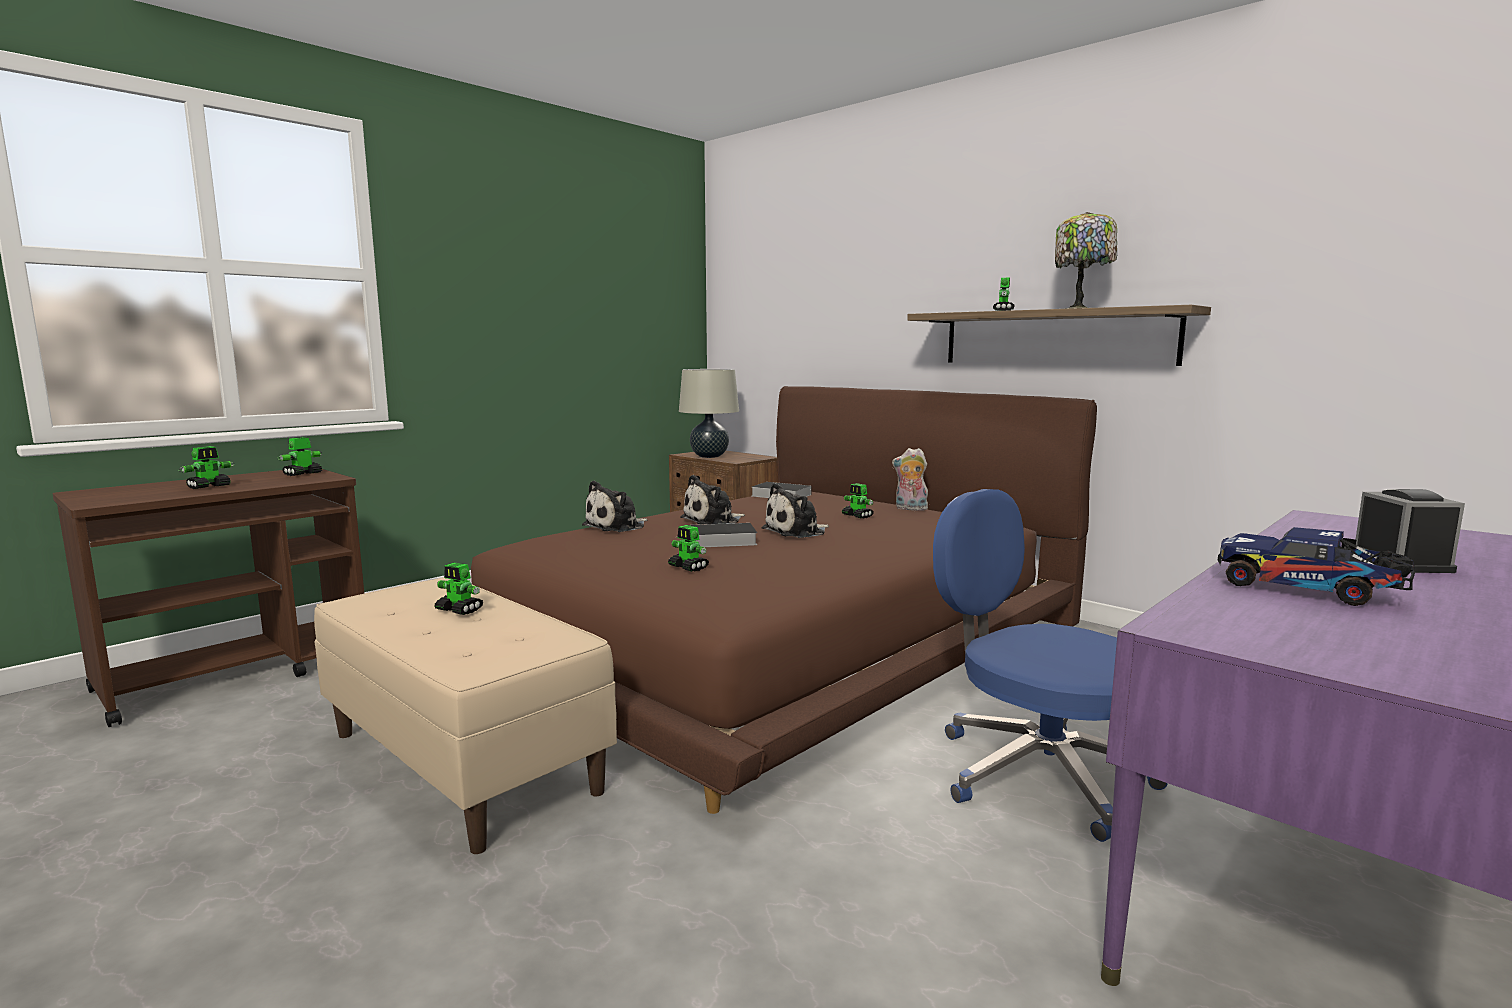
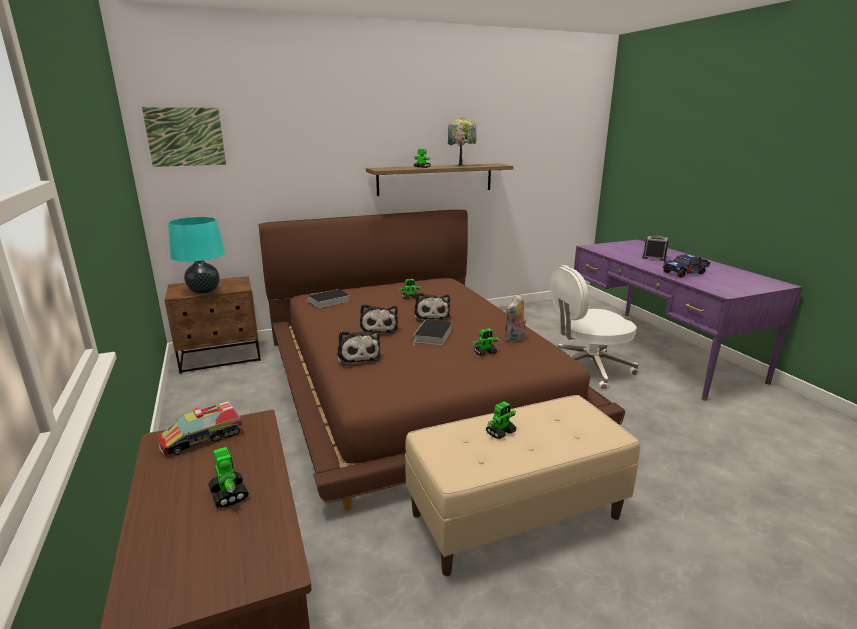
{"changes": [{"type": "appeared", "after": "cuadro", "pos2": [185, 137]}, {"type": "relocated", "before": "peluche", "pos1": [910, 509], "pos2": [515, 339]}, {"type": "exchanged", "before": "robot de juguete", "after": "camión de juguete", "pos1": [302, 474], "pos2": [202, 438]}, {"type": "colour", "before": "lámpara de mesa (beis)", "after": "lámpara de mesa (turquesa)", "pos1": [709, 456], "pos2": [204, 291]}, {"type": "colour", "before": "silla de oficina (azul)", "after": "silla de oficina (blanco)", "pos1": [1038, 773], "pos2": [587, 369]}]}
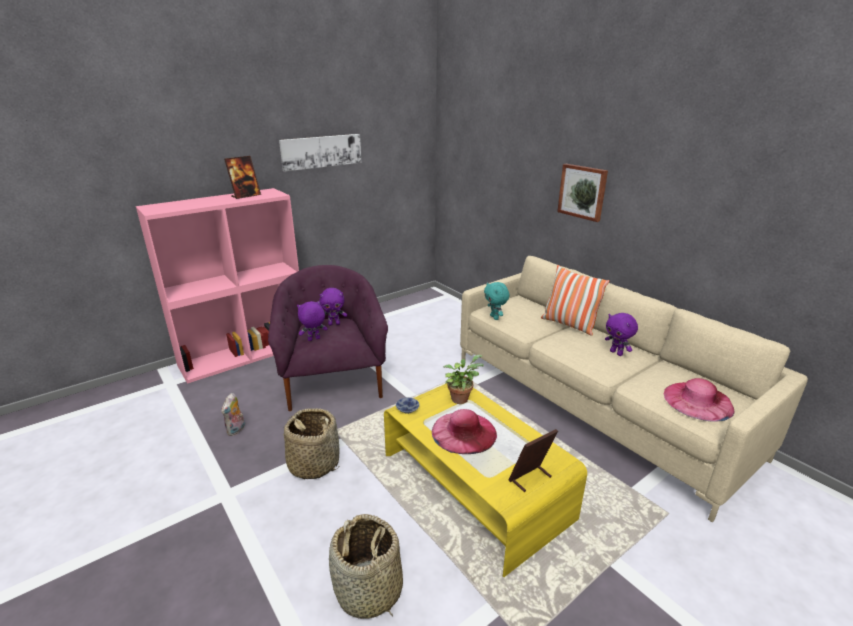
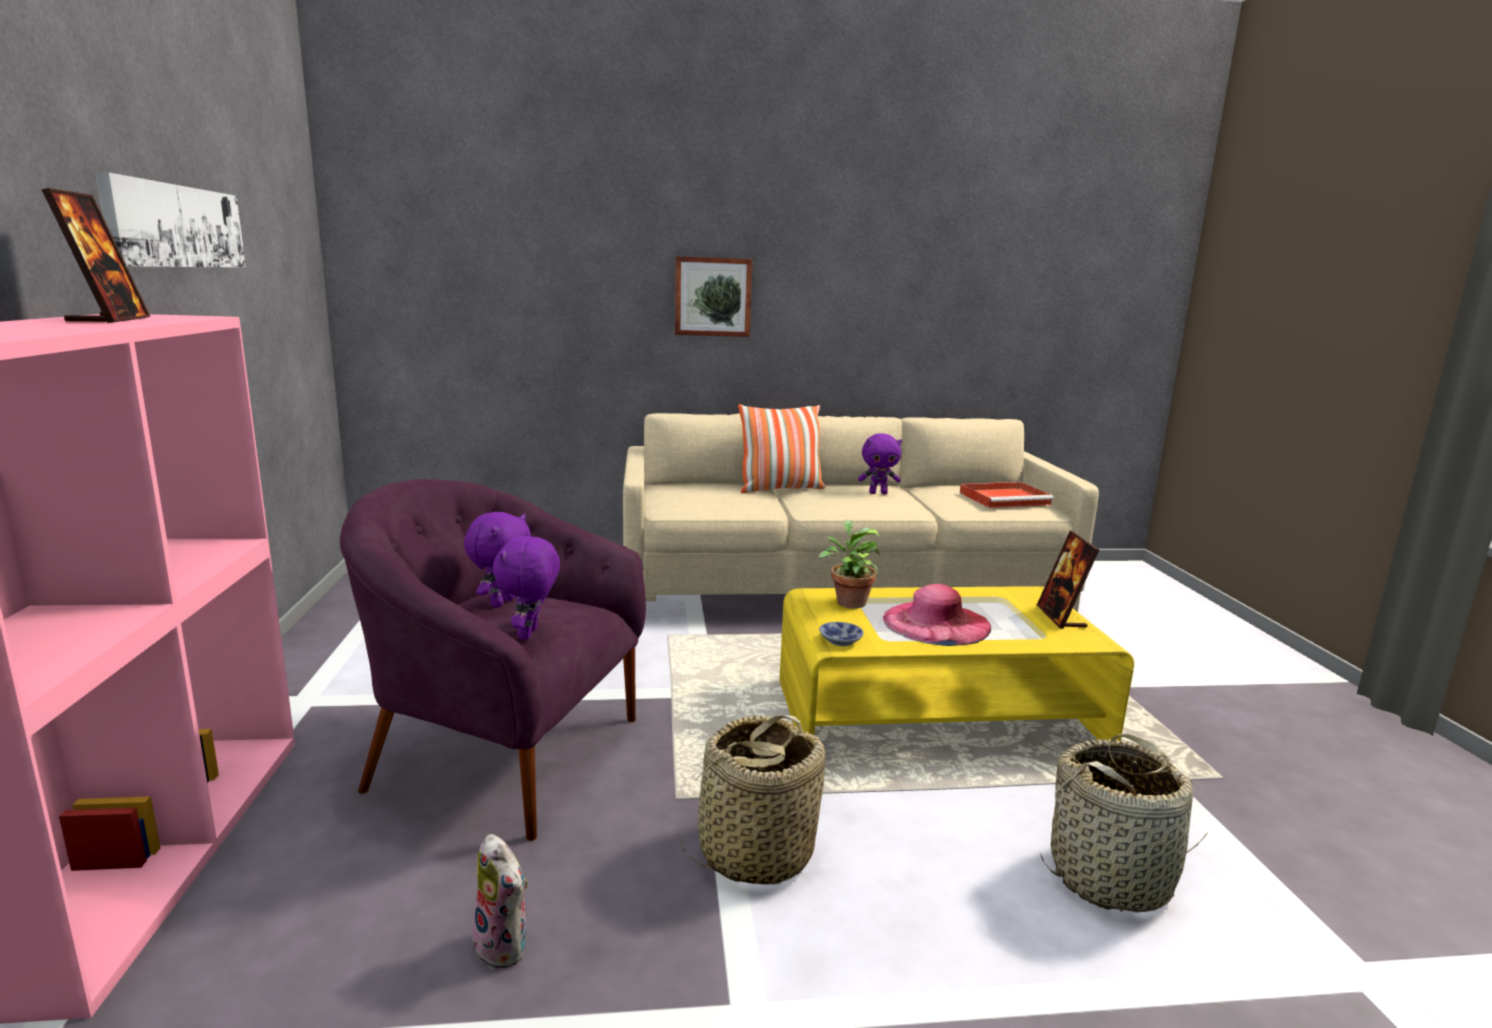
{"changes": [{"type": "missing", "before": "peluche (turquesa)", "pos1": [495, 317]}, {"type": "exchanged", "before": "sombrero (rosa)", "after": "bandeja (rojo)", "pos1": [698, 401], "pos2": [1005, 498]}]}
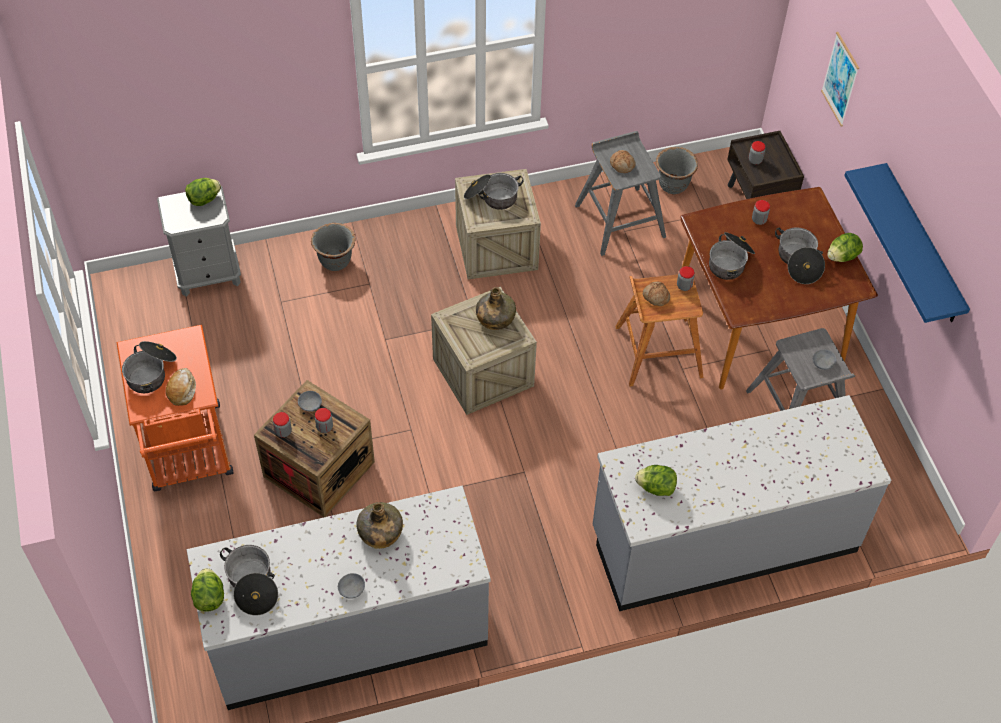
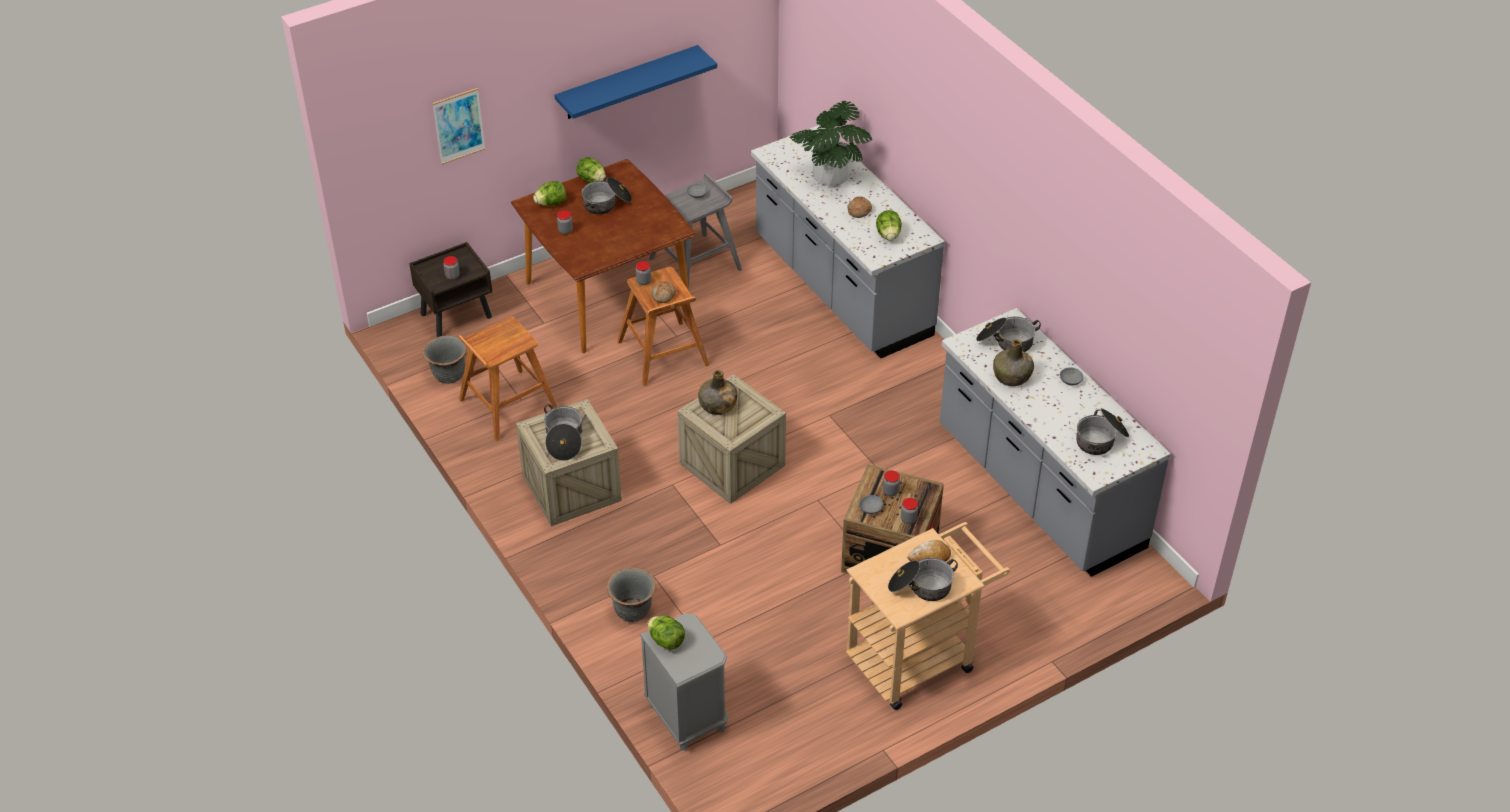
{"changes": [{"type": "appeared", "after": "planta en maceta", "pos2": [831, 177]}, {"type": "relocated", "before": "lechuga", "pos1": [209, 597], "pos2": [551, 203]}, {"type": "relocated", "before": "pan", "pos1": [622, 164], "pos2": [859, 210]}, {"type": "relocated", "before": "olla", "pos1": [730, 262], "pos2": [1006, 342]}, {"type": "colour", "before": "carrito (naranja)", "after": "carrito (beis)", "pos1": [189, 455], "pos2": [919, 657]}, {"type": "colour", "before": "taburete (gris)", "after": "taburete (marrón)", "pos1": [619, 220], "pos2": [507, 405]}]}
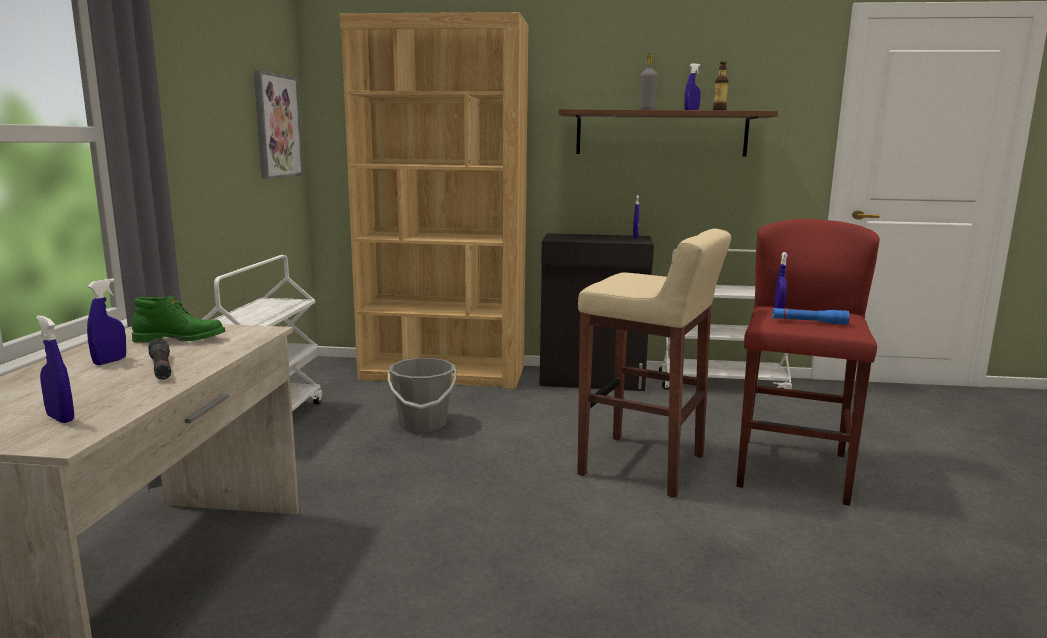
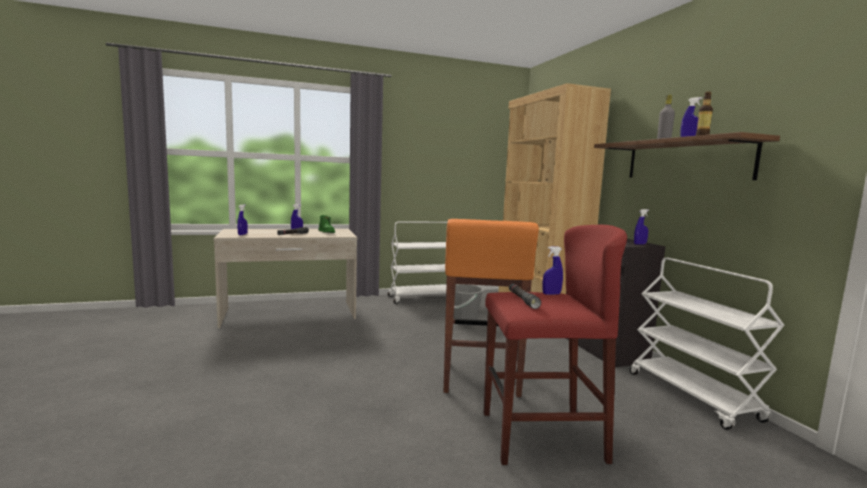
{"changes": [{"type": "missing", "before": "cuadro", "pos1": [276, 126]}, {"type": "colour", "before": "taburete (beis)", "after": "taburete (naranja)", "pos1": [644, 466], "pos2": [479, 379]}, {"type": "colour", "before": "linterna (azul)", "after": "linterna (negro)", "pos1": [809, 322], "pos2": [522, 300]}]}
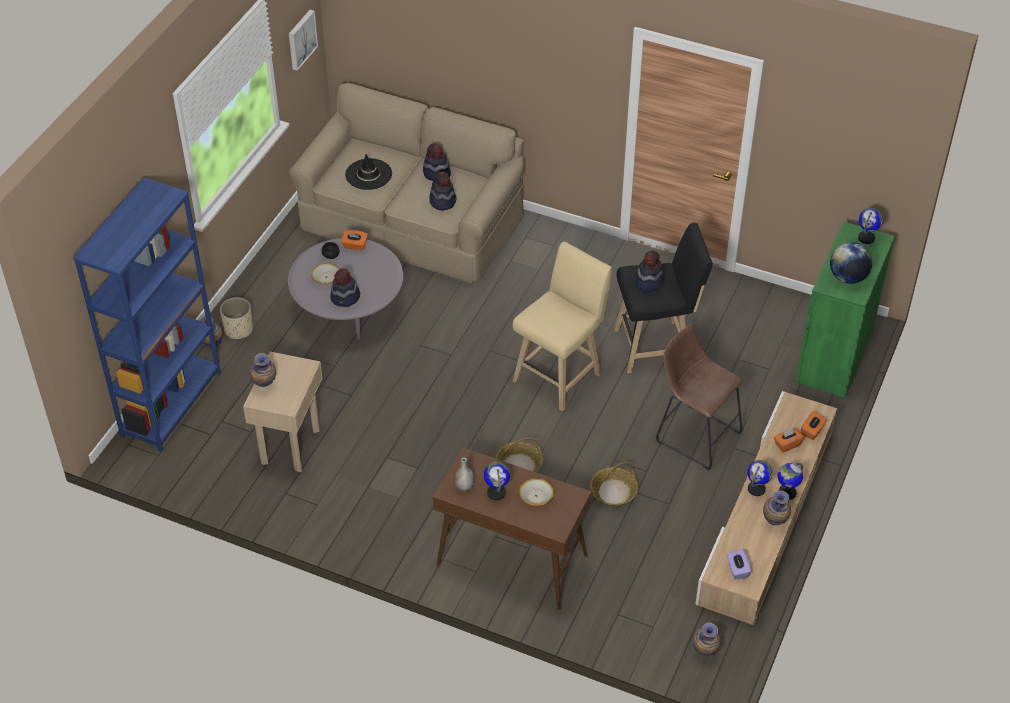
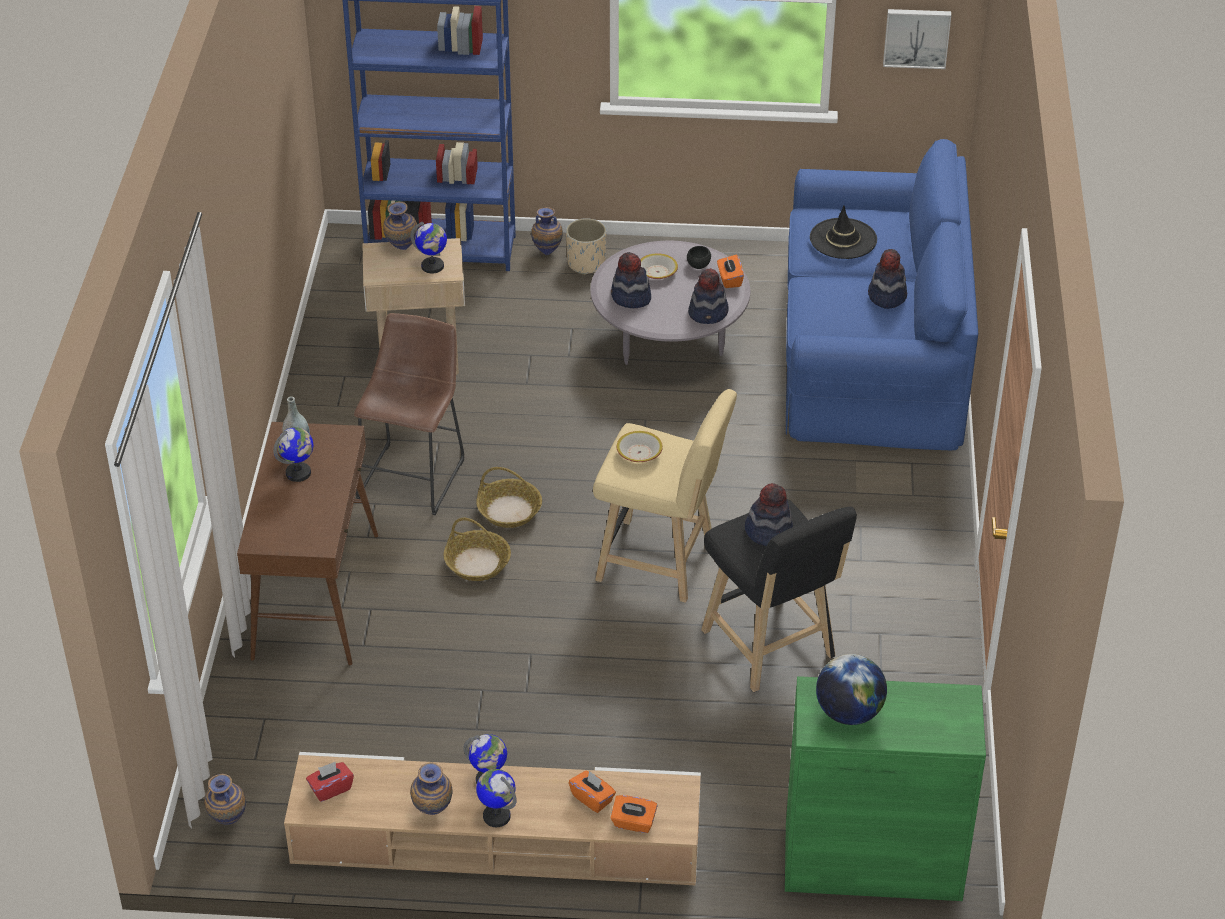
{"changes": [{"type": "relocated", "before": "sombrero", "pos1": [443, 201], "pos2": [708, 313]}, {"type": "relocated", "before": "cuenco", "pos1": [536, 496], "pos2": [639, 453]}, {"type": "relocated", "before": "cesta", "pos1": [613, 492], "pos2": [509, 511]}, {"type": "relocated", "before": "taburete (marrón)", "pos1": [694, 434], "pos2": [414, 474]}, {"type": "relocated", "before": "globo terráqueo", "pos1": [866, 238], "pos2": [432, 266]}, {"type": "colour", "before": "sofá (beis)", "after": "sofá (azul)", "pos1": [412, 221], "pos2": [871, 350]}, {"type": "colour", "before": "caja de pañuelos (morado)", "after": "caja de pañuelos (rojo)", "pos1": [737, 570], "pos2": [331, 789]}]}
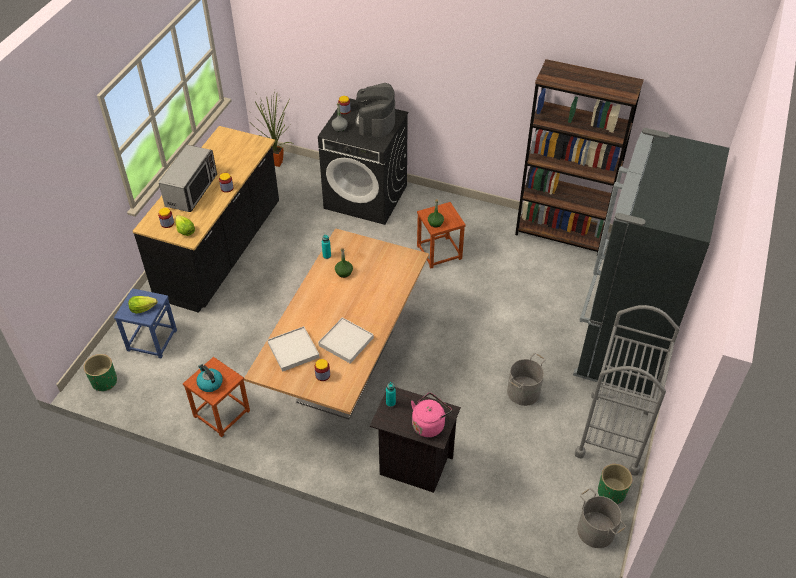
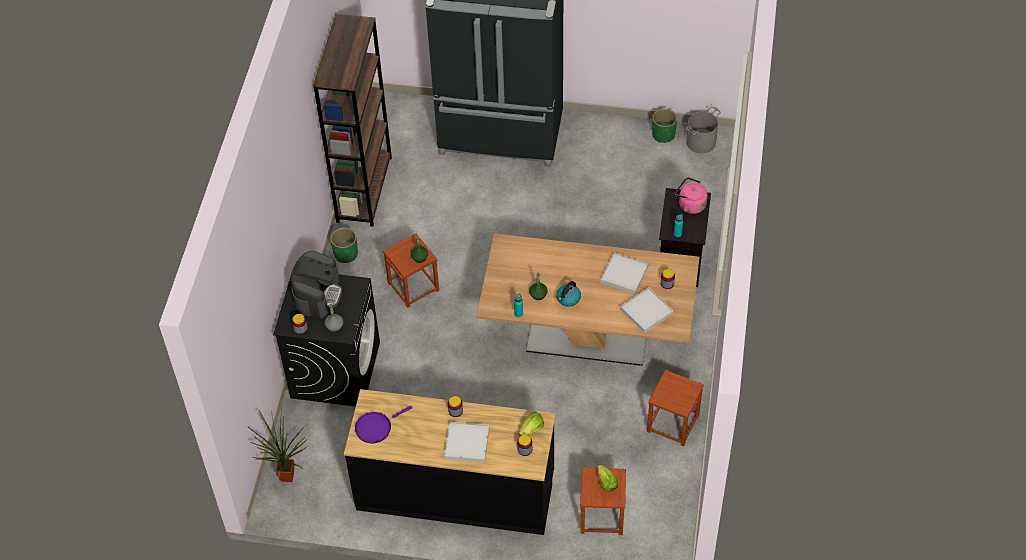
{"changes": [{"type": "missing", "before": "cubo (gris)", "pos1": [523, 391]}, {"type": "missing", "before": "carrito (gris)", "pos1": [614, 432]}, {"type": "appeared", "after": "sartén (morado)", "pos2": [376, 427]}, {"type": "relocated", "before": "maceta (verde)", "pos1": [104, 381], "pos2": [346, 254]}, {"type": "relocated", "before": "hervidor", "pos1": [210, 383], "pos2": [568, 299]}, {"type": "exchanged", "before": "microondas", "after": "bandeja (blanco)", "pos1": [192, 190], "pos2": [466, 443]}, {"type": "colour", "before": "taburete (azul)", "after": "taburete (marrón)", "pos1": [151, 340], "pos2": [601, 516]}, {"type": "spun", "before": "cafetera", "pos1": [376, 122], "pos2": [317, 294], "turn": -75}]}
